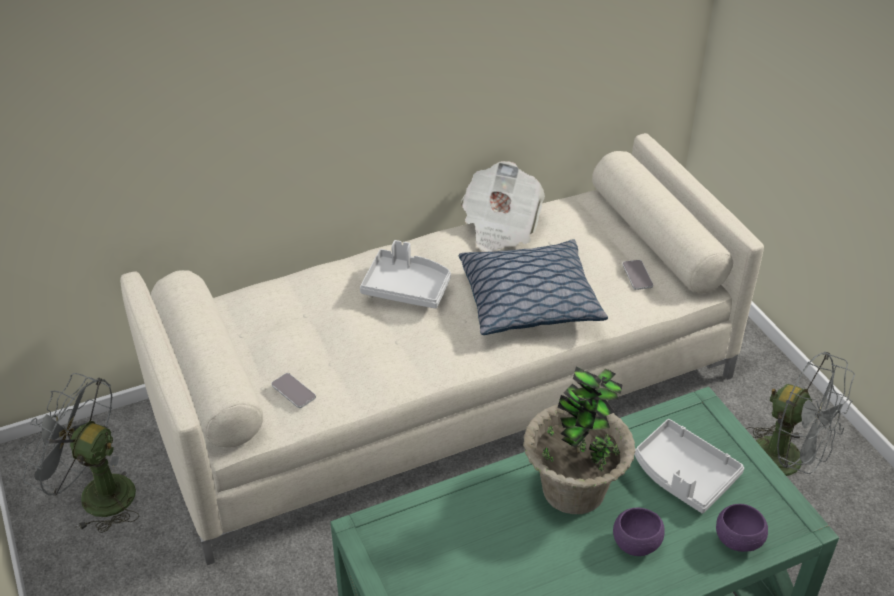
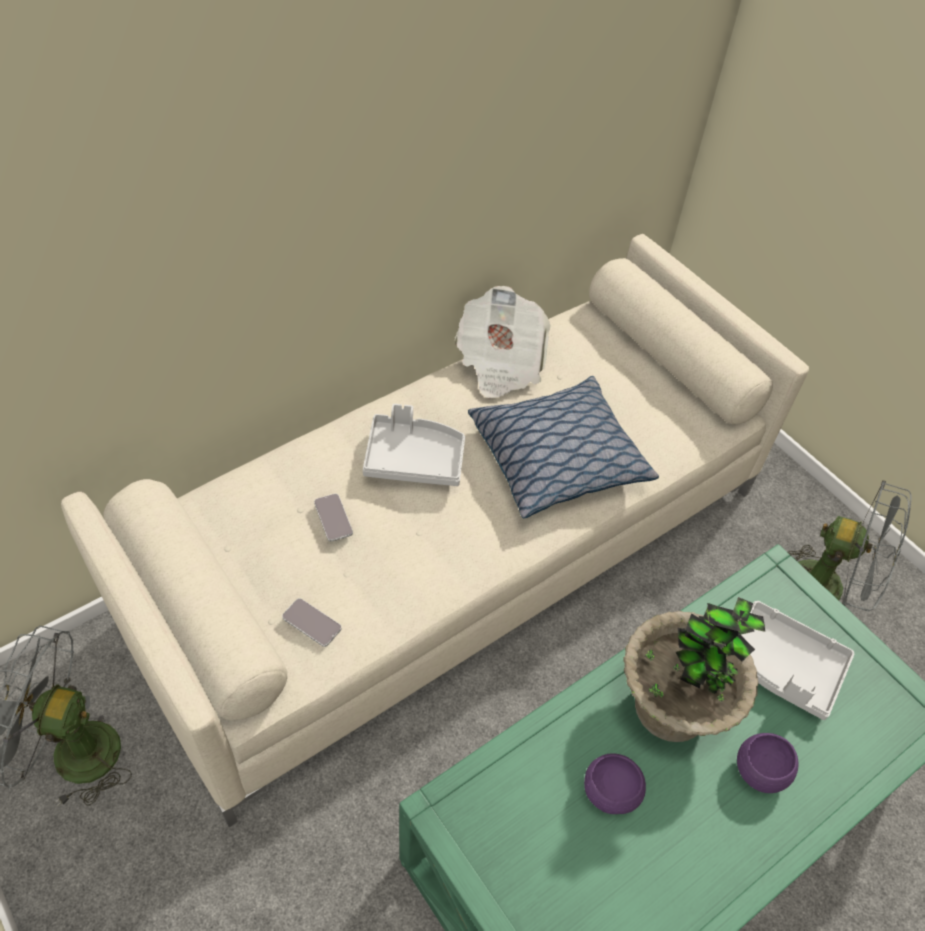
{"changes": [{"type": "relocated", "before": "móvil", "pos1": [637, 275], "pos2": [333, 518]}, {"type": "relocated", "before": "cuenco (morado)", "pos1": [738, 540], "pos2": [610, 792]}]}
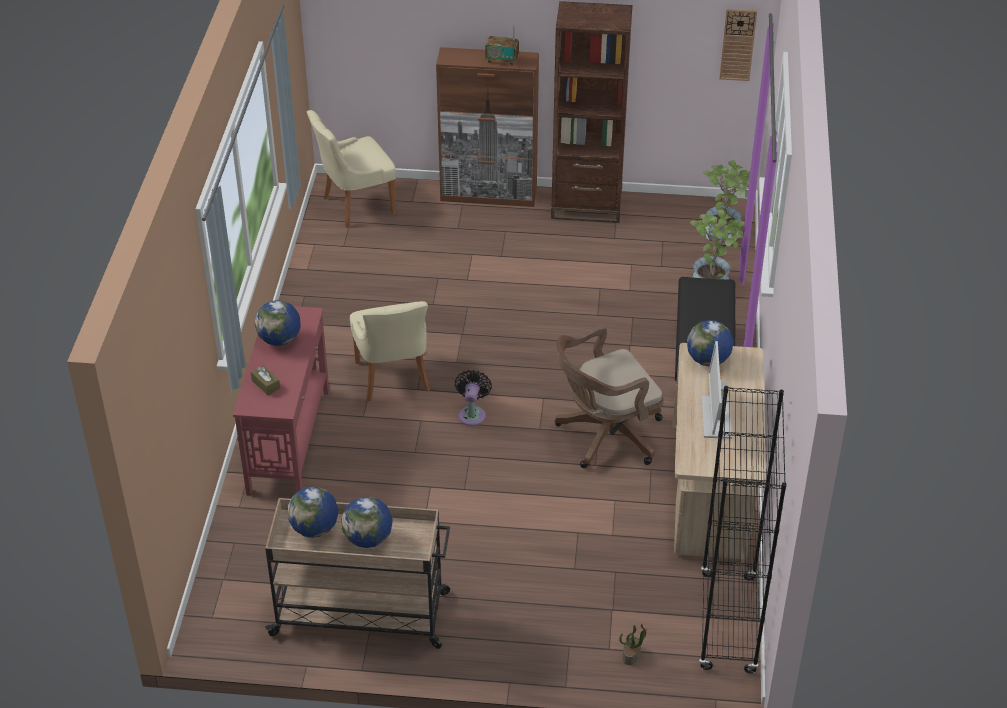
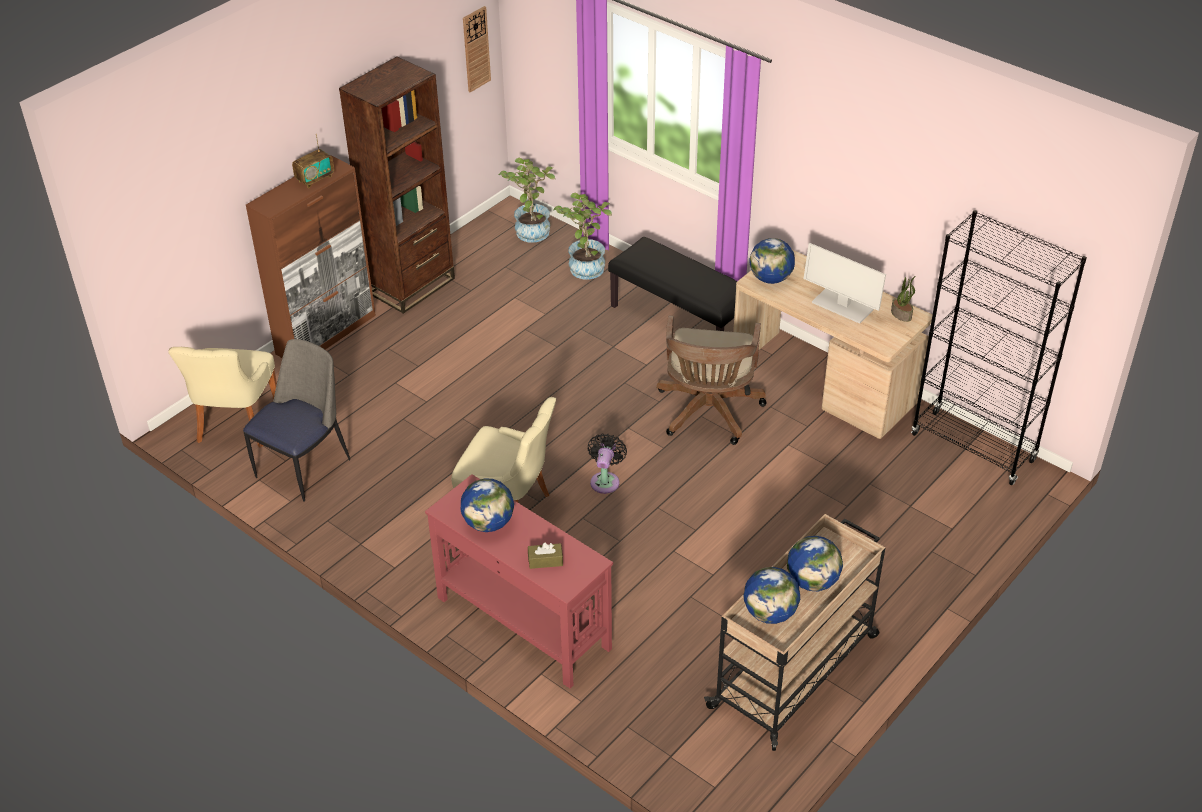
{"changes": [{"type": "appeared", "after": "silla", "pos2": [305, 466]}, {"type": "relocated", "before": "planta en maceta", "pos1": [631, 655], "pos2": [901, 314]}, {"type": "spun", "before": "ventilador (negro)", "pos1": [472, 413], "pos2": [605, 480], "turn": 60}]}
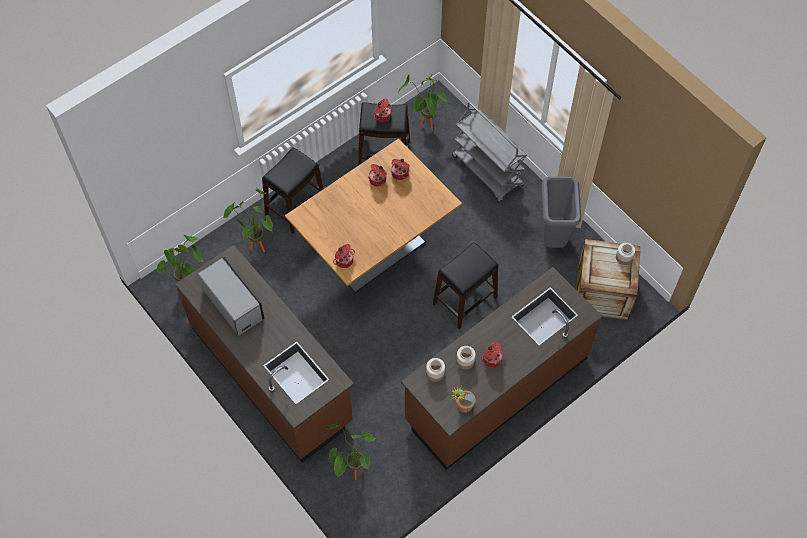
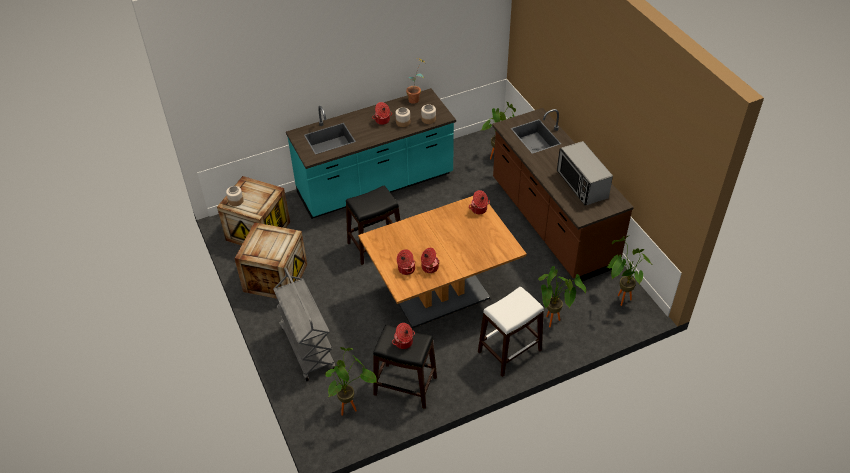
{"changes": [{"type": "exchanged", "before": "papelera (gris)", "after": "caja de embalaje", "pos1": [554, 238], "pos2": [275, 278]}, {"type": "colour", "before": "taburete (negro)", "after": "taburete (blanco)", "pos1": [295, 207], "pos2": [510, 351]}, {"type": "colour", "before": "mueble bajo de cocina (marrón)", "after": "mueble bajo de cocina (turquesa)", "pos1": [496, 389], "pos2": [375, 185]}]}
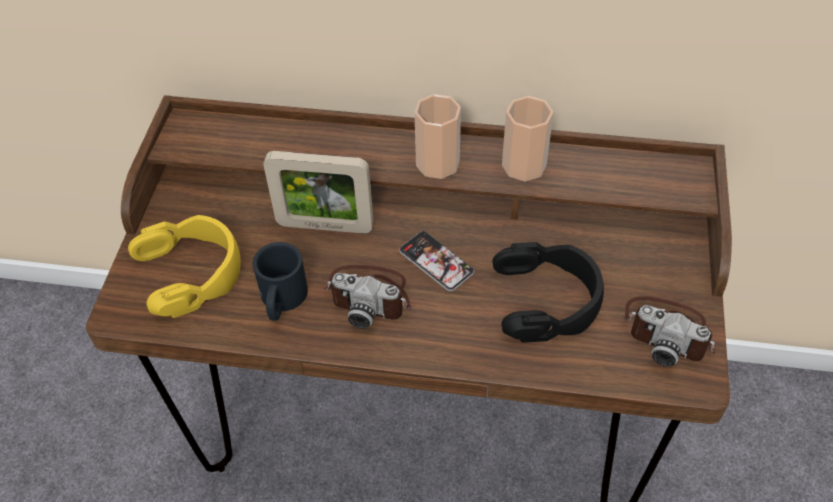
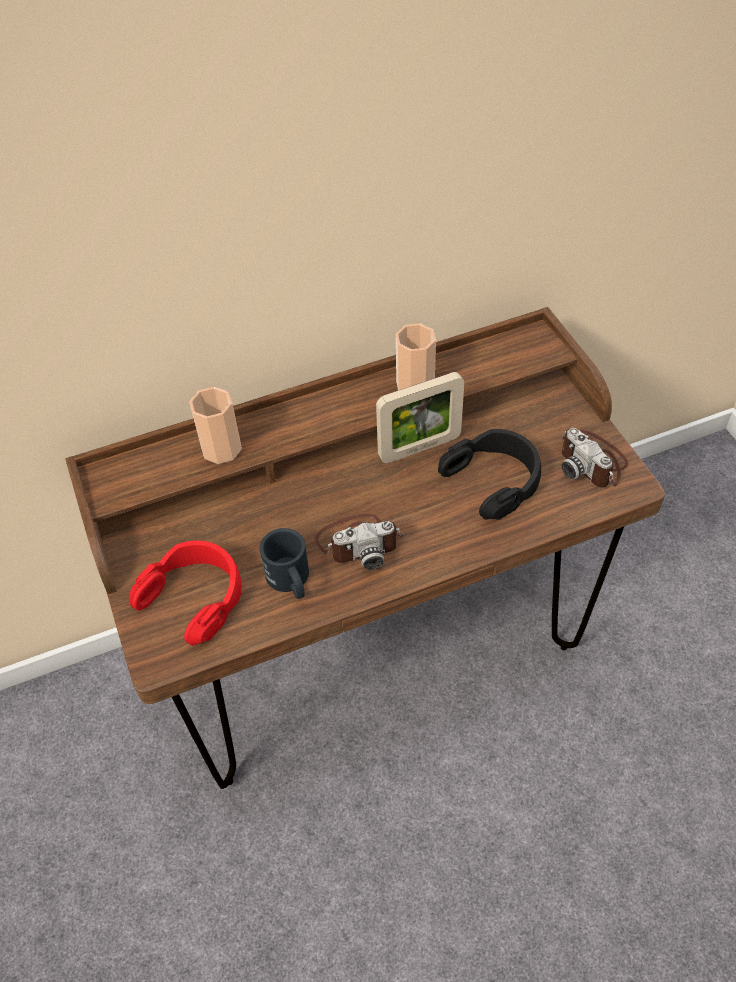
{"changes": [{"type": "missing", "before": "móvil", "pos1": [436, 261]}, {"type": "relocated", "before": "portarretratos", "pos1": [325, 226], "pos2": [419, 448]}, {"type": "relocated", "before": "taza", "pos1": [437, 163], "pos2": [221, 448]}, {"type": "colour", "before": "auriculares (amarillo)", "after": "auriculares (rojo)", "pos1": [192, 272], "pos2": [195, 597]}, {"type": "spun", "before": "cámara", "pos1": [668, 332], "pos2": [592, 462], "turn": 60}]}
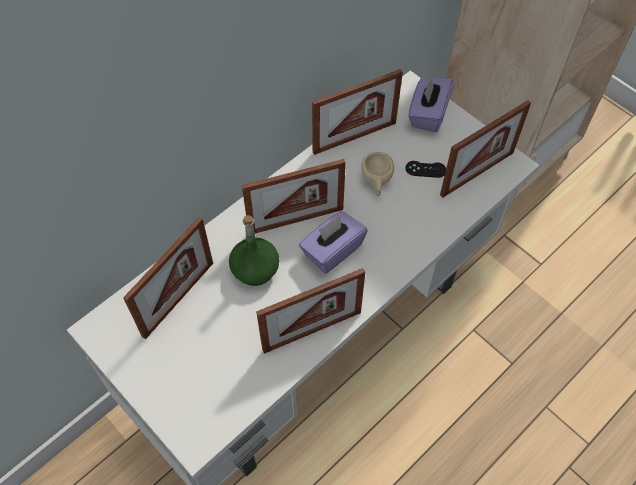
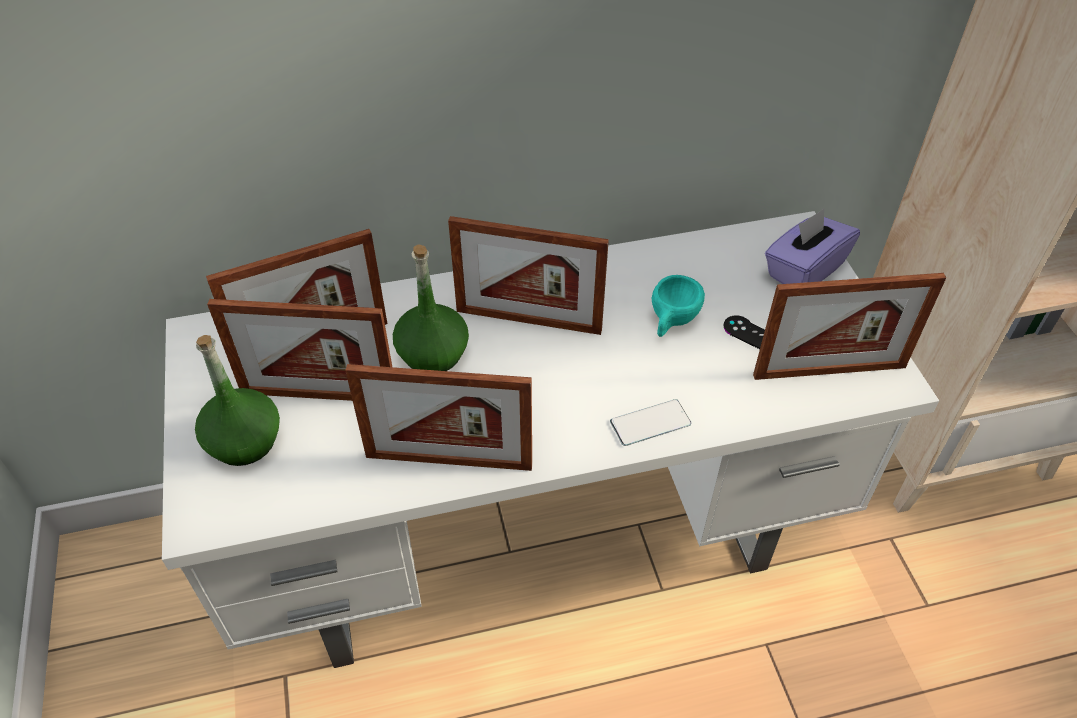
{"changes": [{"type": "missing", "before": "caja de pañuelos (morado)", "pos1": [332, 251]}, {"type": "appeared", "after": "botella (verde)", "pos2": [244, 441]}, {"type": "appeared", "after": "móvil", "pos2": [650, 423]}, {"type": "relocated", "before": "portarretratos", "pos1": [354, 137], "pos2": [319, 395]}, {"type": "colour", "before": "taza (beis)", "after": "taza (turquesa)", "pos1": [376, 182], "pos2": [672, 321]}]}
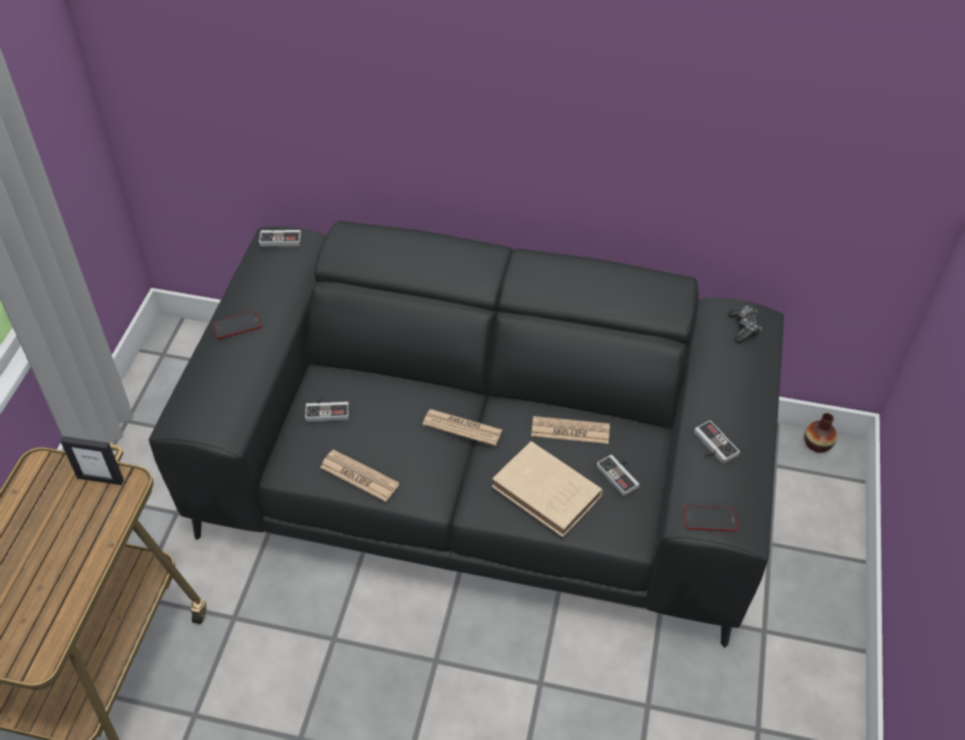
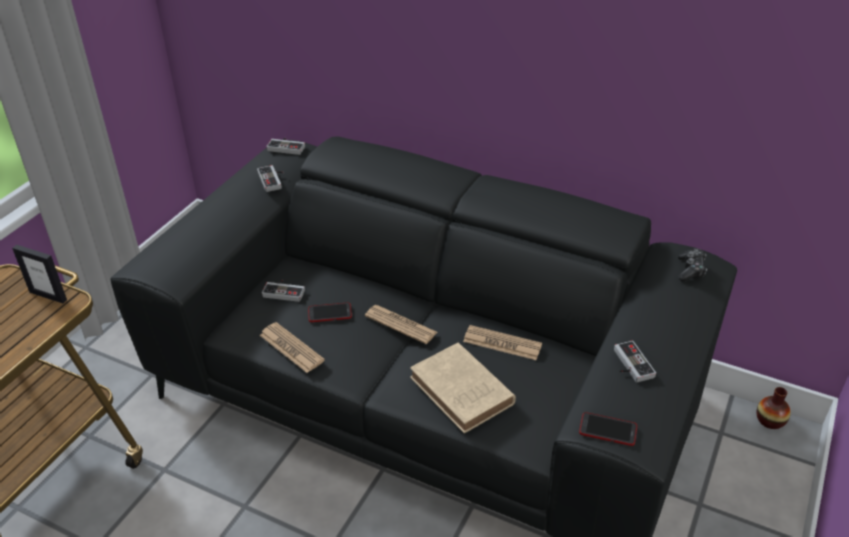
{"changes": [{"type": "relocated", "before": "móvil", "pos1": [237, 325], "pos2": [330, 313]}, {"type": "relocated", "before": "mando de consola", "pos1": [620, 475], "pos2": [273, 180]}]}
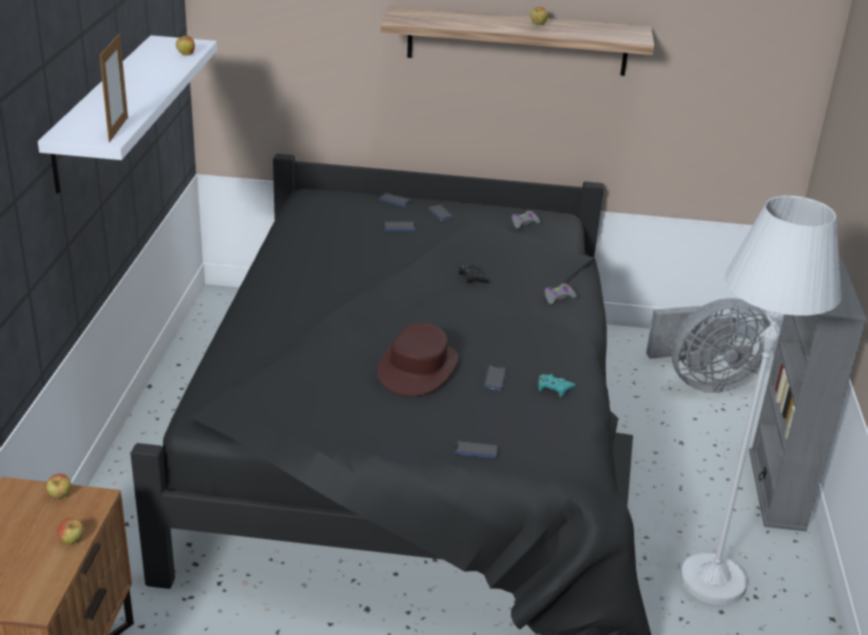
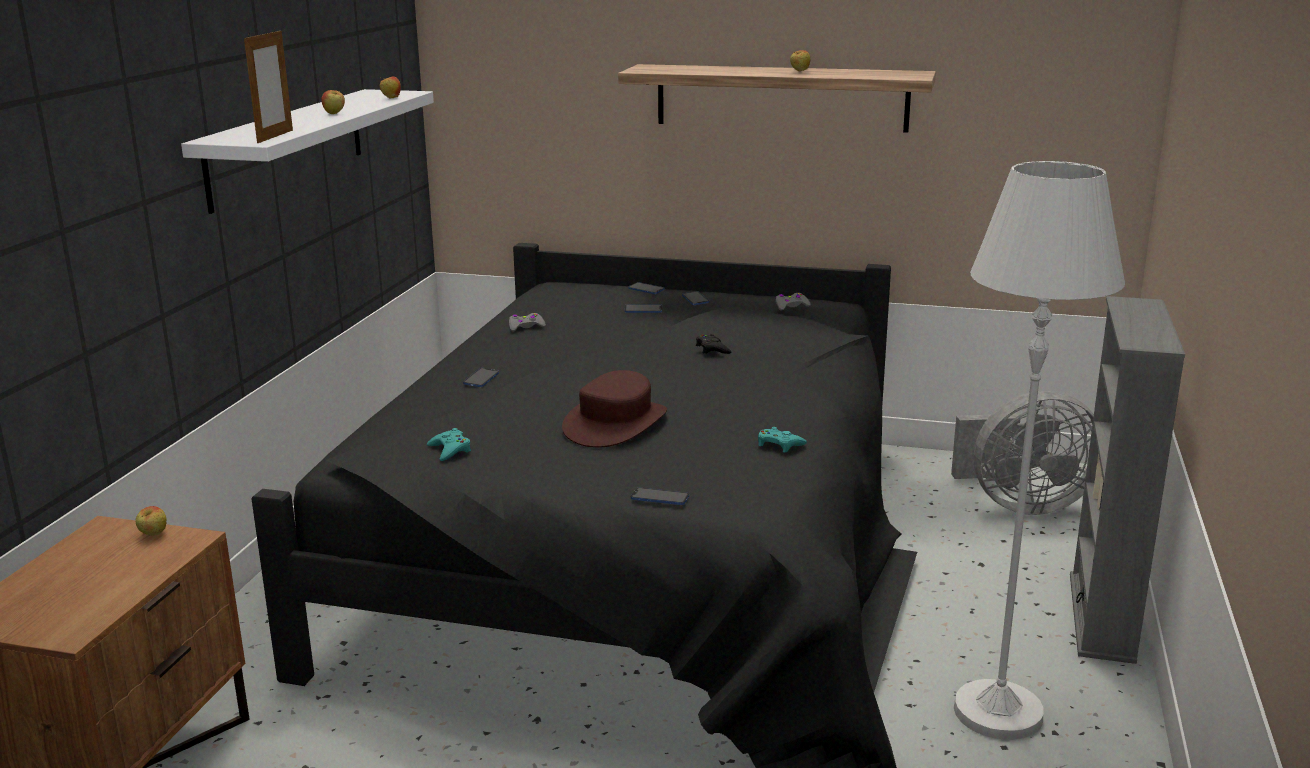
{"changes": [{"type": "appeared", "after": "mando de consola (turquesa)", "pos2": [450, 450]}, {"type": "relocated", "before": "manzana", "pos1": [72, 541], "pos2": [334, 113]}, {"type": "relocated", "before": "móvil", "pos1": [495, 378], "pos2": [481, 379]}, {"type": "relocated", "before": "mando de consola (gris)", "pos1": [558, 298], "pos2": [525, 327]}]}
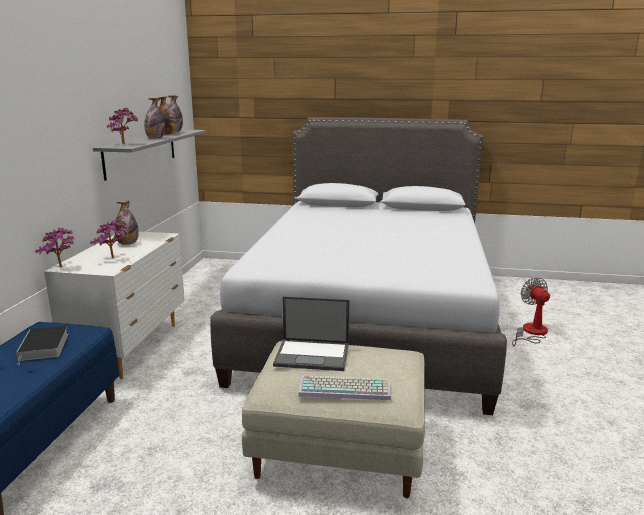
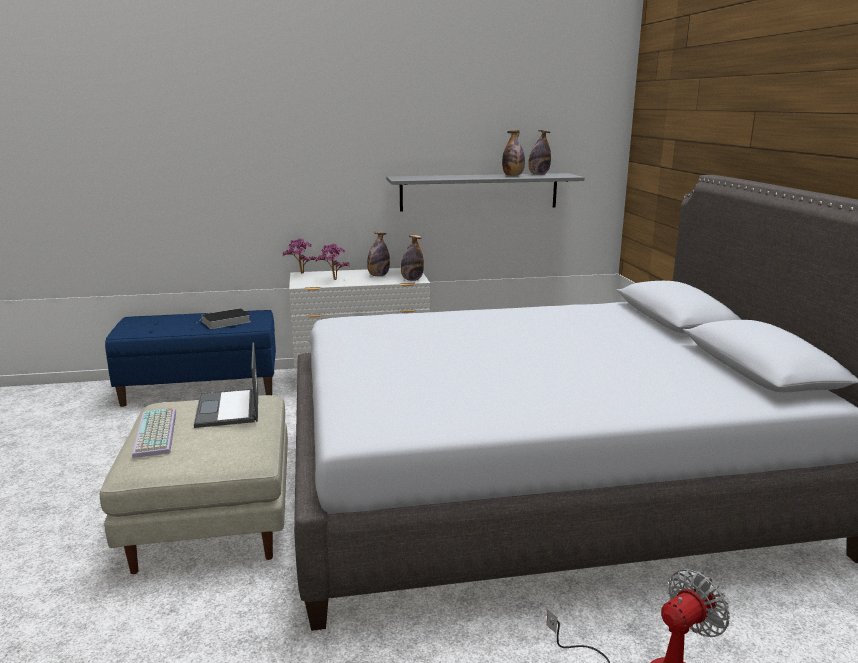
{"changes": [{"type": "missing", "before": "planta en maceta", "pos1": [125, 144]}, {"type": "relocated", "before": "botella", "pos1": [155, 138], "pos2": [412, 280]}]}
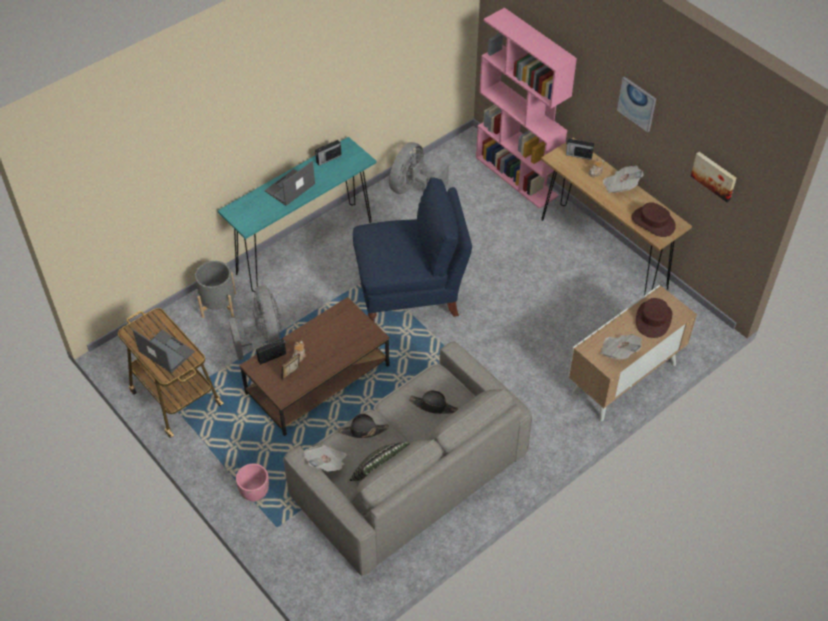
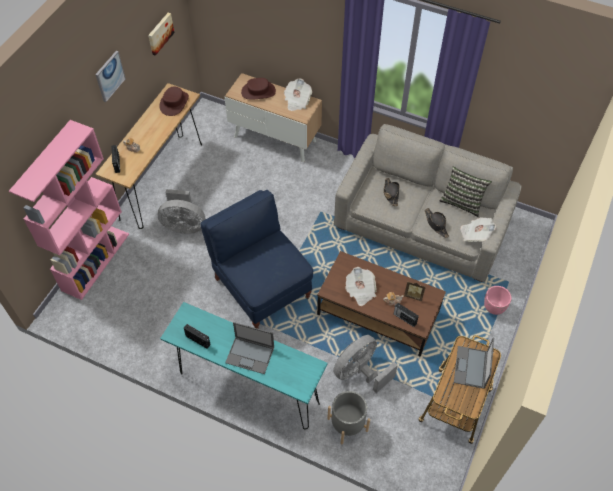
{"changes": [{"type": "relocated", "before": "ventilador (gris)", "pos1": [413, 188], "pos2": [184, 225]}, {"type": "relocated", "before": "periódico", "pos1": [620, 186], "pos2": [360, 291]}]}
